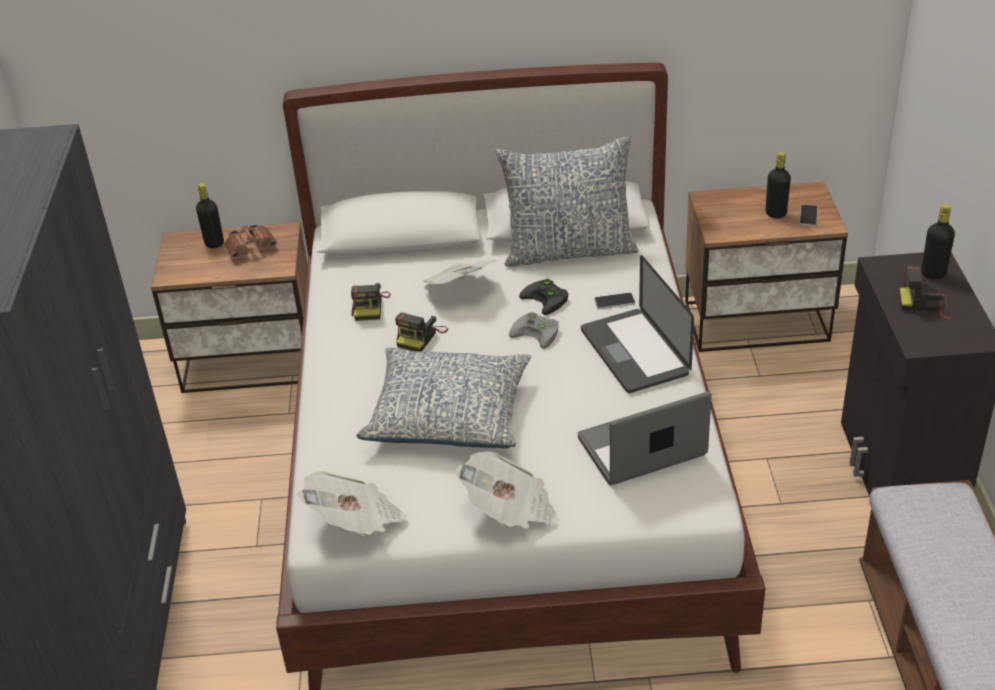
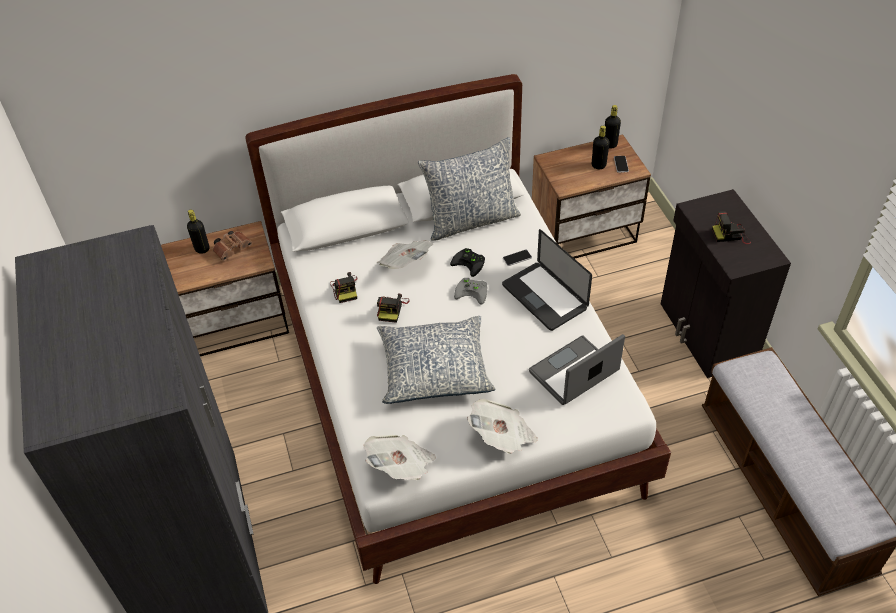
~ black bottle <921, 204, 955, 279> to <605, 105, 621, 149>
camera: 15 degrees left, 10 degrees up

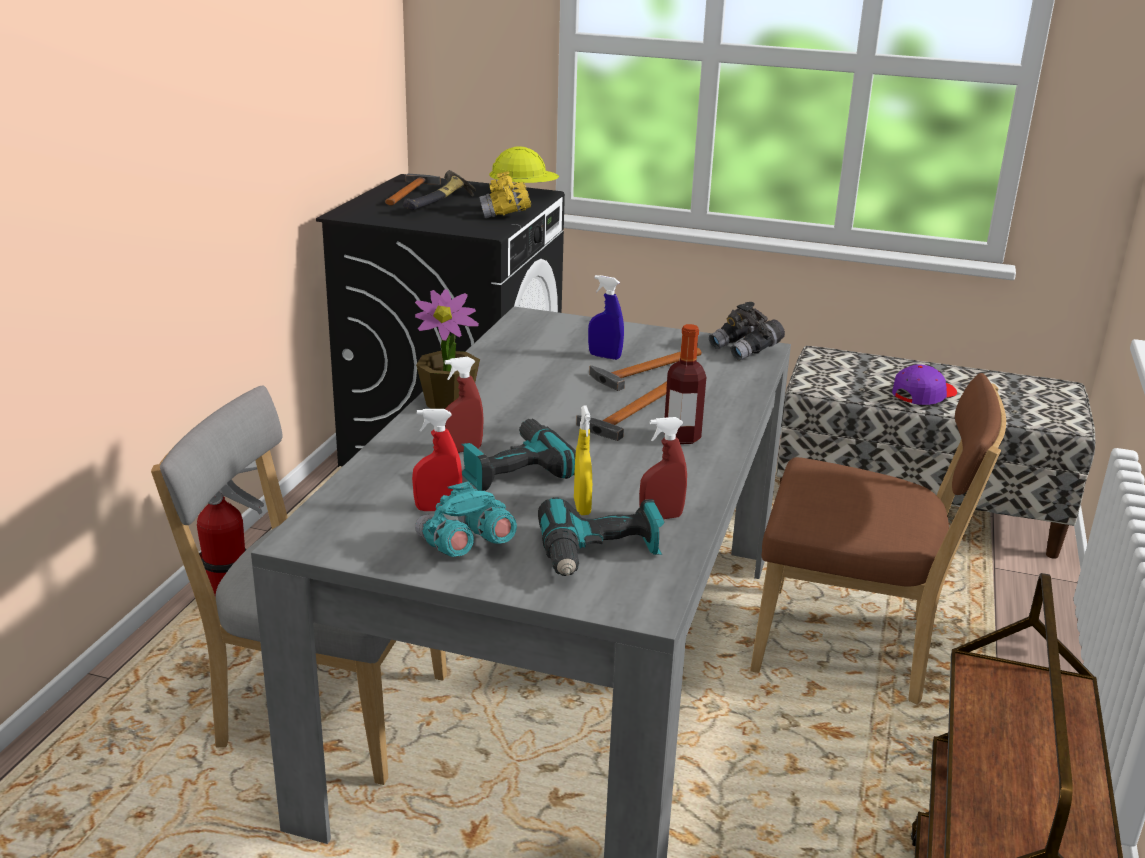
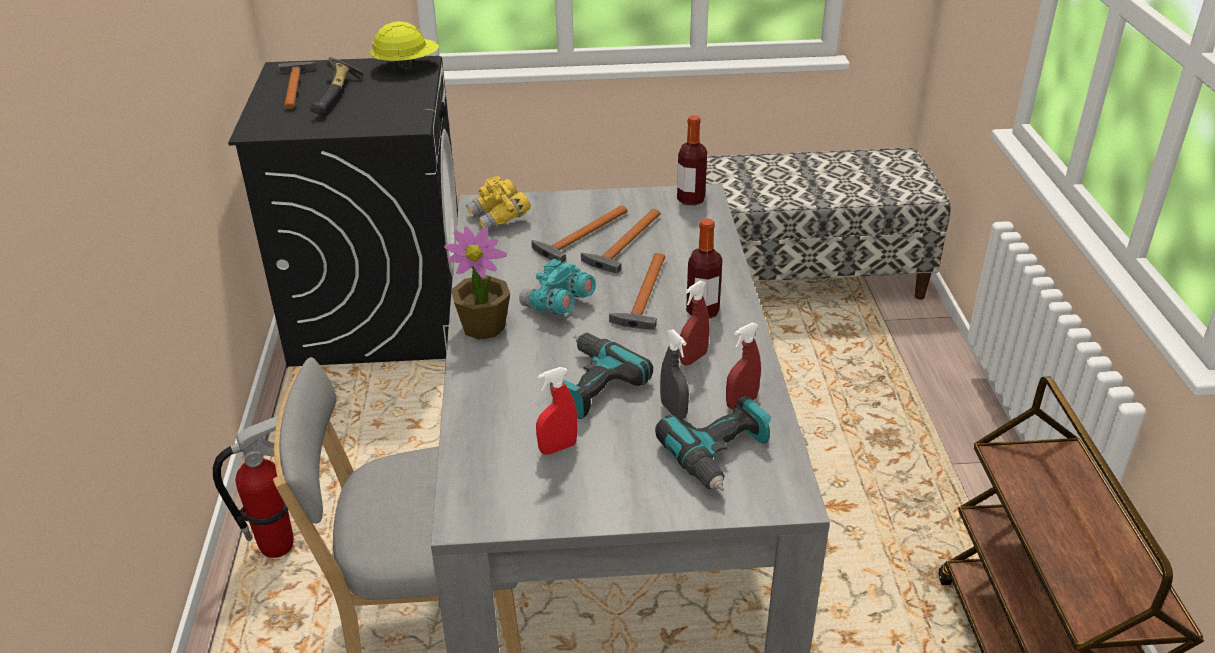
~ yellow binoculars <479, 171, 531, 218> to <466, 176, 531, 231>
~ turquoise binoculars <415, 482, 517, 557> to <519, 259, 596, 314>
~ blue spray bottle <588, 275, 624, 360> to hammer <531, 205, 627, 263>
~ yellow spray bottle <574, 405, 592, 515> to grey spray bottle <660, 329, 689, 419>
~ grey binoculars <709, 302, 785, 361> to bottle <677, 115, 707, 206>
~ red spray bottle <444, 357, 484, 453> to <679, 281, 710, 365>
- brown chair <750, 373, 1006, 705>
- purple cap <892, 365, 957, 405>
camera: 20 degrees left, 10 degrees up

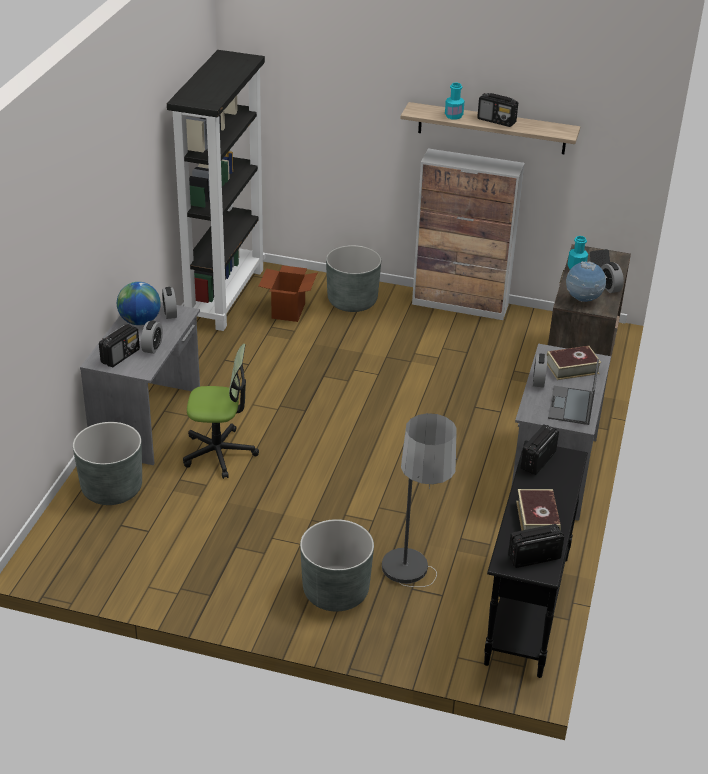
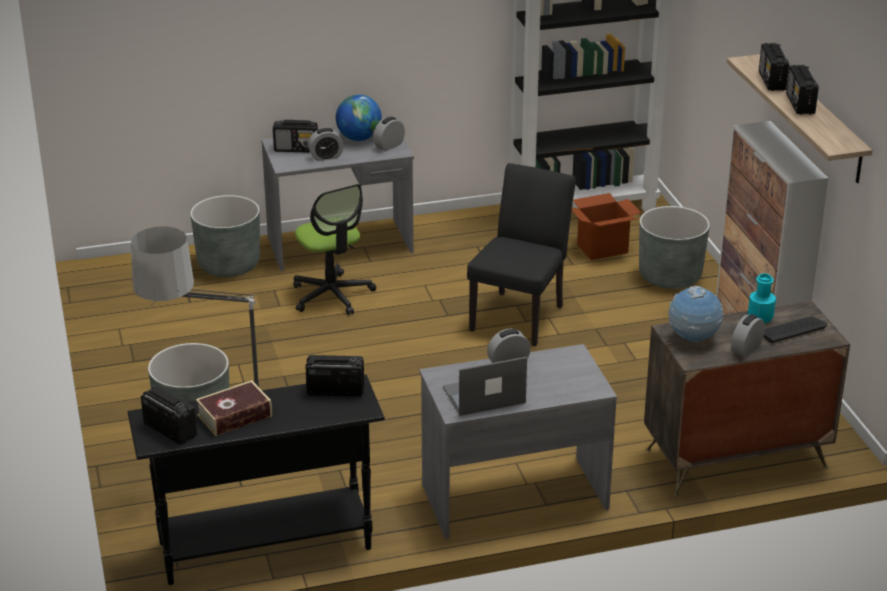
+ black chair <467, 163, 576, 346>
~ turquoise bottle <445, 83, 464, 120> to radio <759, 43, 789, 91>
- book <547, 346, 601, 380>
camera: 60 degrees right, 5 degrees down

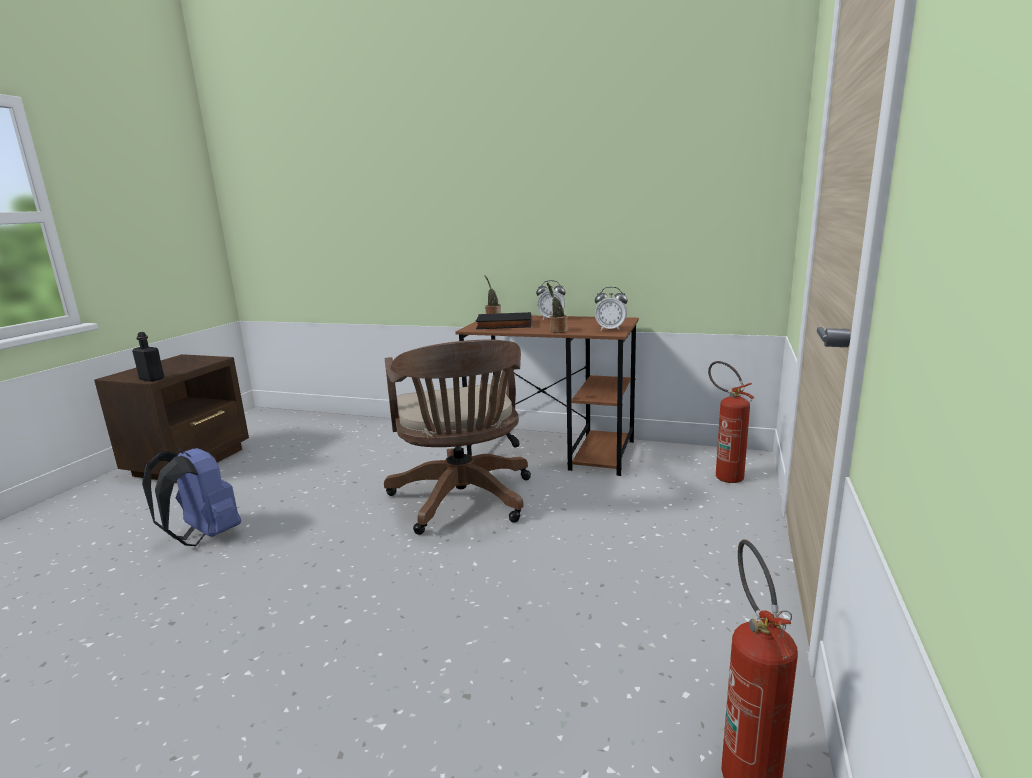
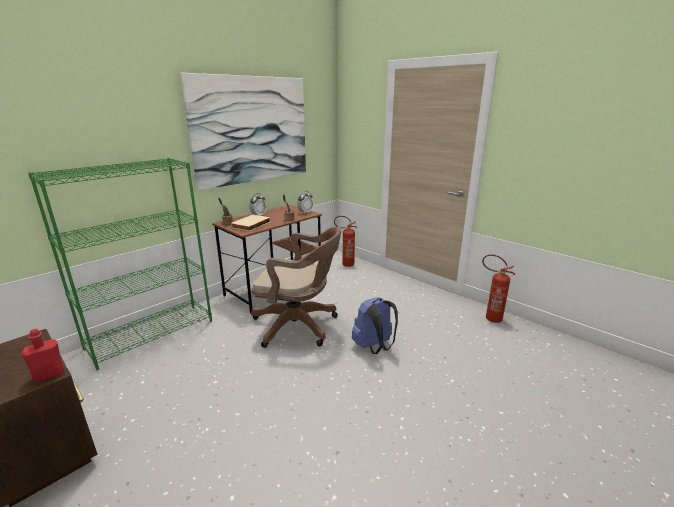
~ black bottle <132, 332, 164, 381> to red bottle <22, 329, 65, 383>
+ green bookcase <28, 158, 212, 370>
+ picture <180, 73, 306, 190>
~ black book <475, 312, 531, 329> to beige book <231, 214, 270, 231>
~ blue backpack <142, 447, 241, 546> to <352, 297, 398, 354>
camera: 65 degrees left, 5 degrees up

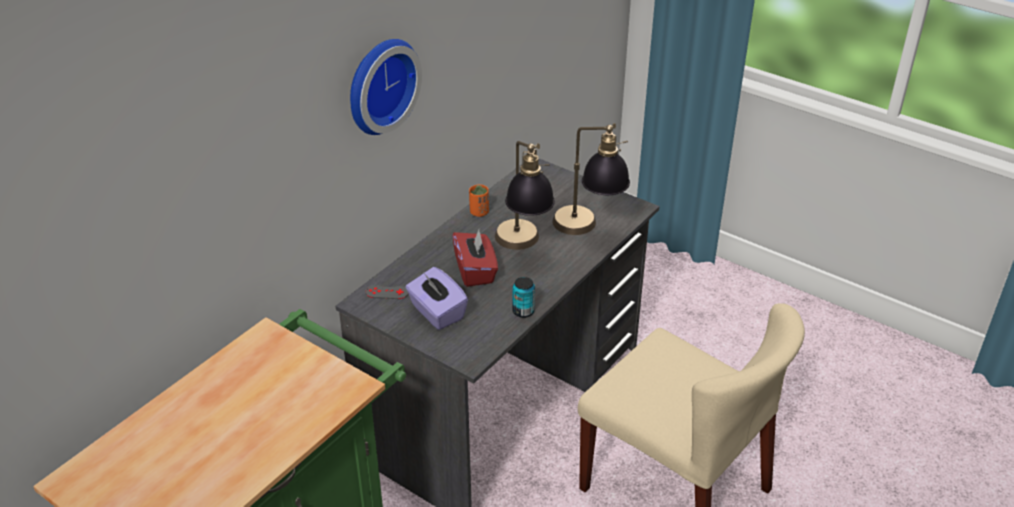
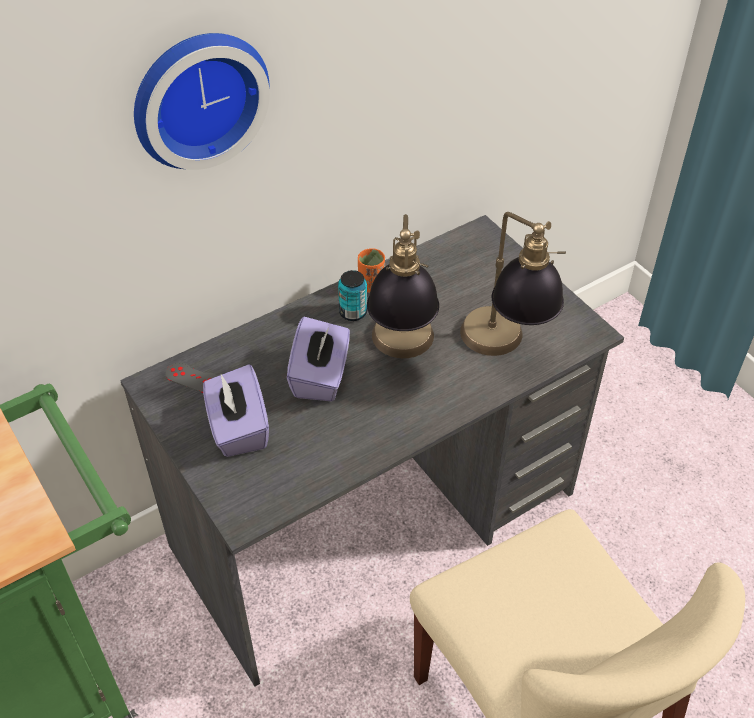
~ red tissue box <452, 230, 498, 287> to purple tissue box <287, 317, 350, 402>
~ can <512, 277, 535, 318> to <338, 270, 367, 321>
camera: 20 degrees right, 10 degrees up

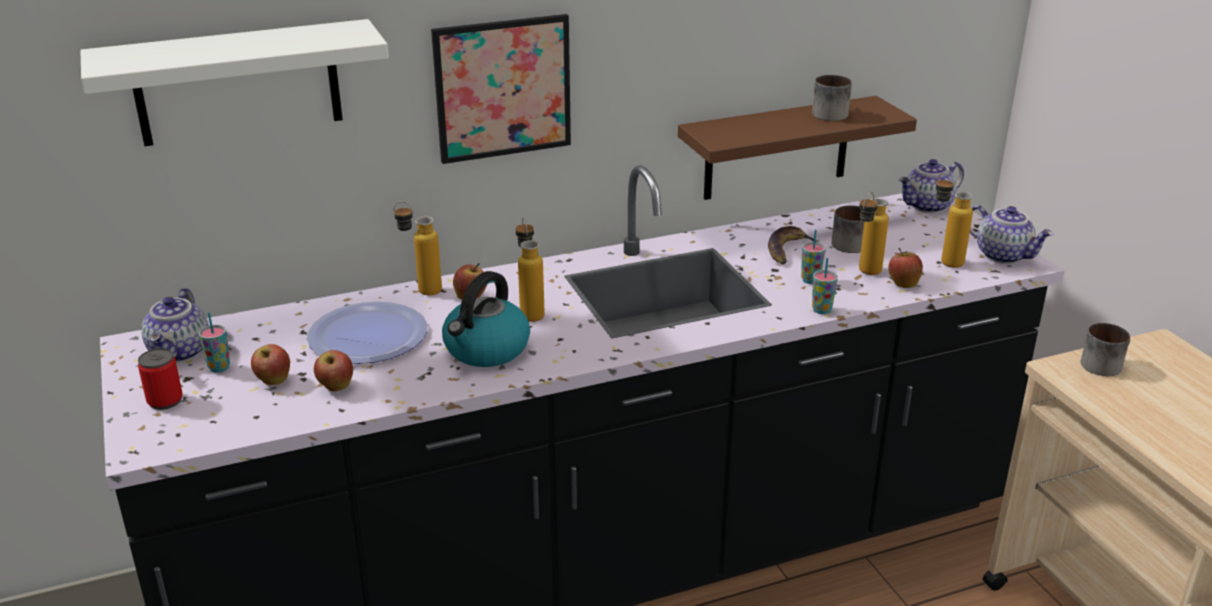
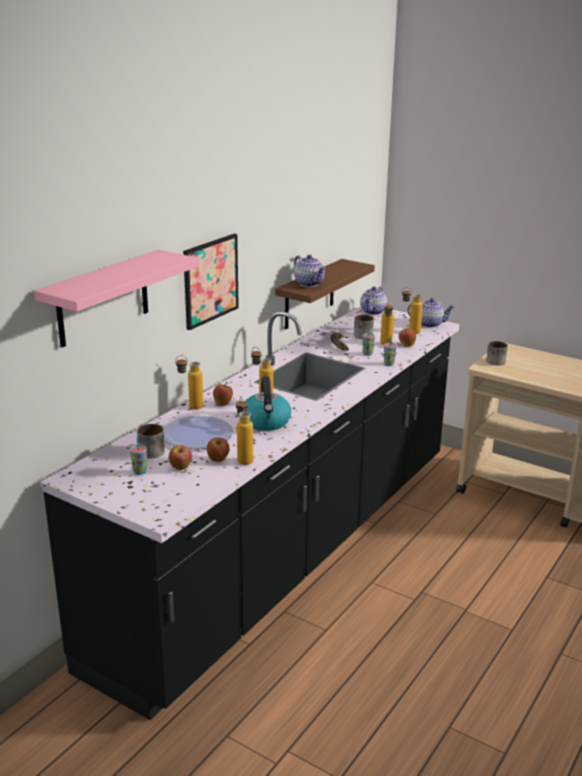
~ white shelf <80, 19, 389, 146> to pink shelf <34, 249, 199, 347>
~ mug <812, 75, 852, 121> to <137, 424, 165, 459>
+ bottle <236, 396, 253, 465>
~ teapot <141, 288, 209, 363> to <294, 255, 325, 287>
- can <138, 348, 183, 410>
camera: 35 degrees left, 5 degrees down

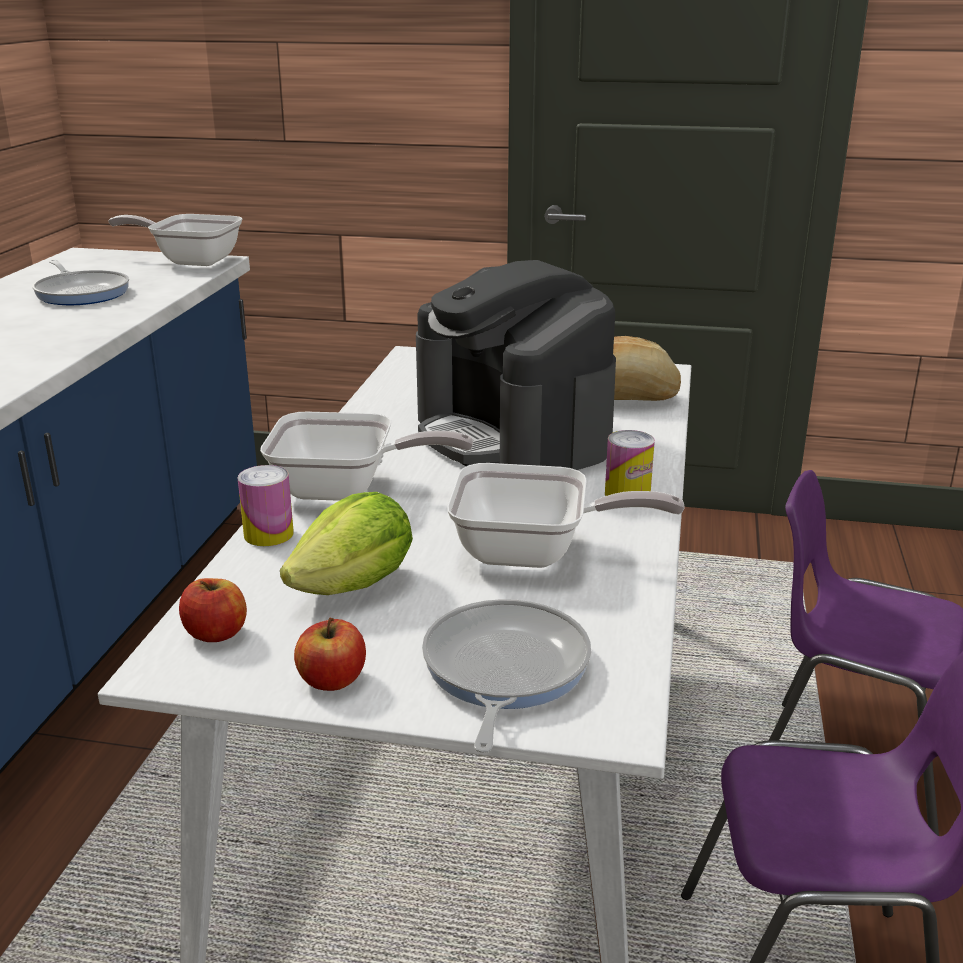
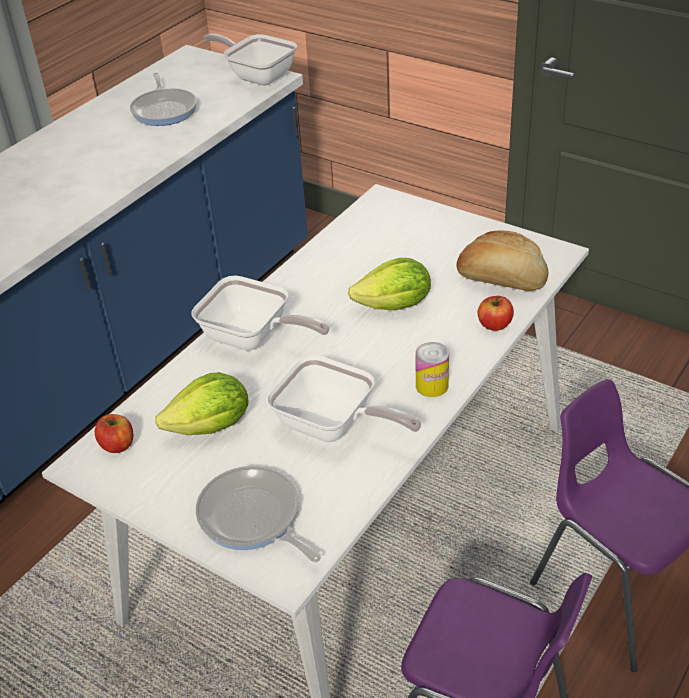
~ frying pan <422, 599, 591, 753> = <196, 466, 321, 563> 75 degrees counterclockwise
~ coffee machine <416, 260, 616, 470> to lettuce <348, 258, 431, 310>
~ apple <294, 618, 366, 691> to <478, 296, 513, 331>
- can <238, 465, 294, 546>
camera: 25 degrees right, 15 degrees up

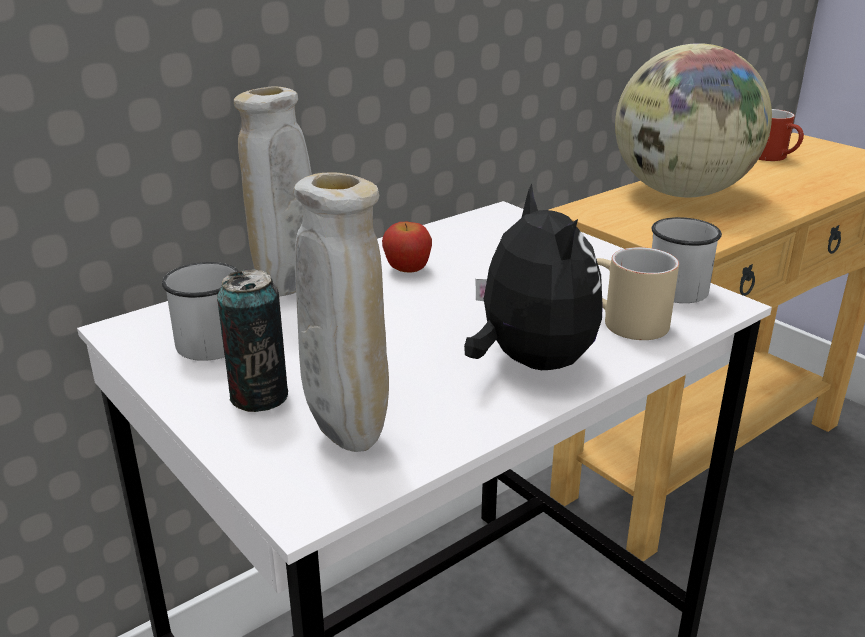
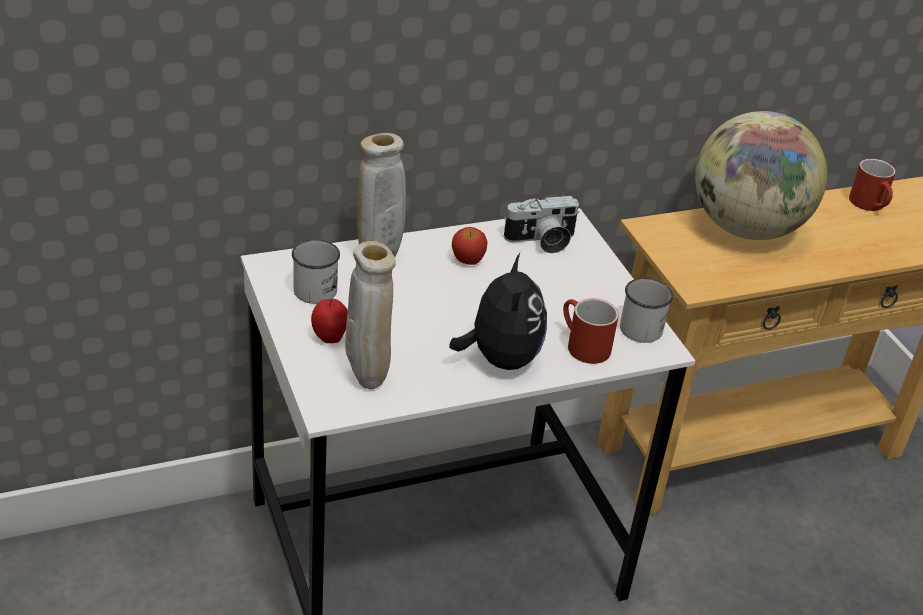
~ can <217, 269, 288, 412> to apple <311, 299, 348, 343>
+ photo camera <503, 196, 579, 253>
~ beige mug <596, 247, 679, 340> to red mug <563, 298, 619, 364>
camera: 15 degrees right, 10 degrees up

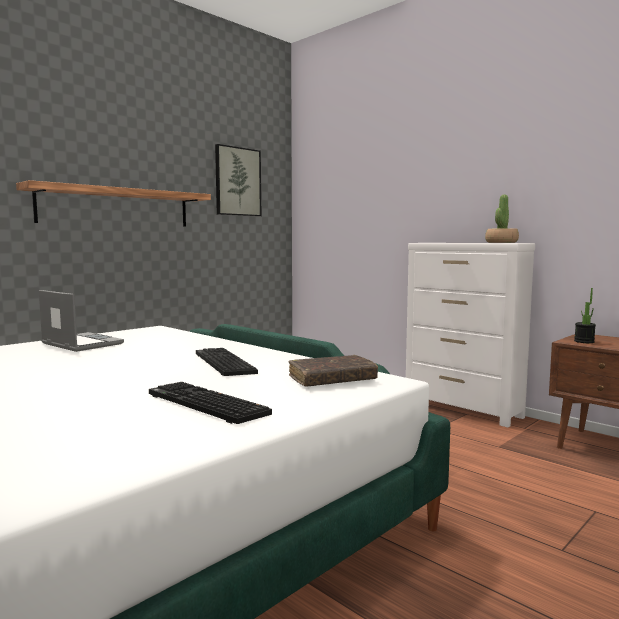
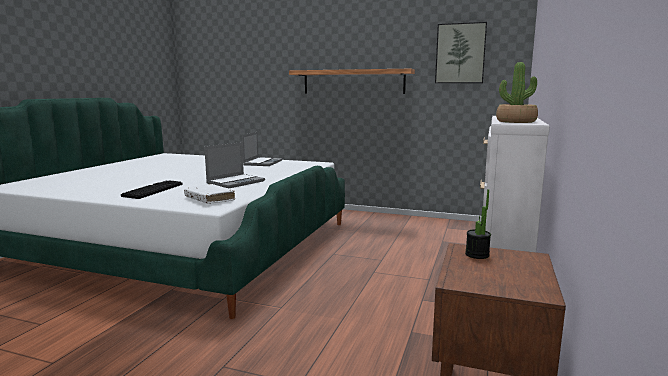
~ brown book <289, 355, 378, 387> to white book <184, 184, 235, 204>
~ keyboard <196, 348, 258, 376> to laptop <204, 142, 265, 188>
camera: 65 degrees right, 5 degrees up

